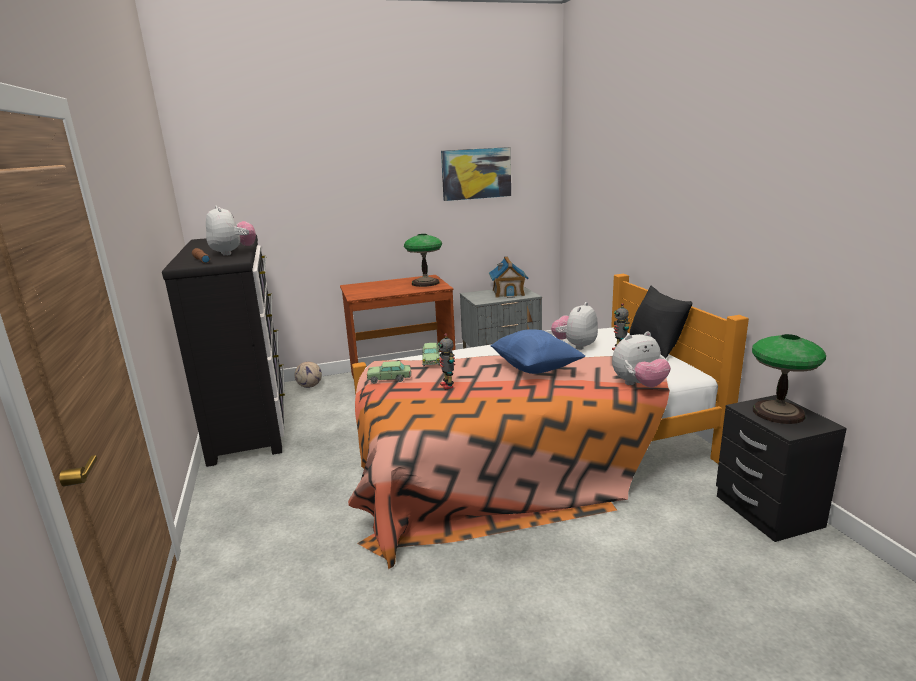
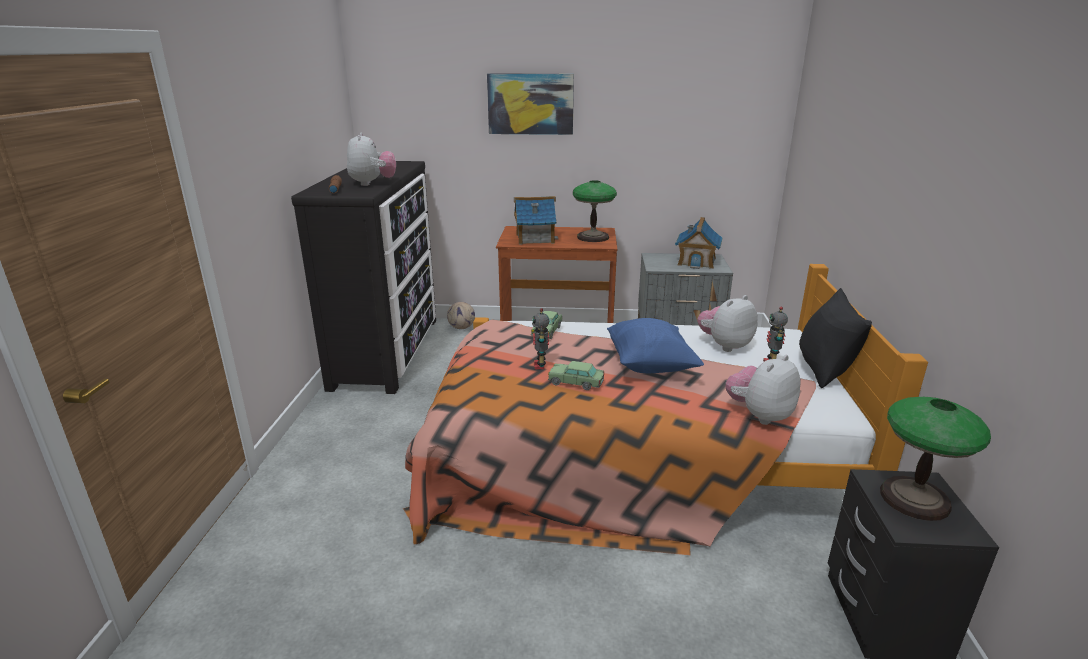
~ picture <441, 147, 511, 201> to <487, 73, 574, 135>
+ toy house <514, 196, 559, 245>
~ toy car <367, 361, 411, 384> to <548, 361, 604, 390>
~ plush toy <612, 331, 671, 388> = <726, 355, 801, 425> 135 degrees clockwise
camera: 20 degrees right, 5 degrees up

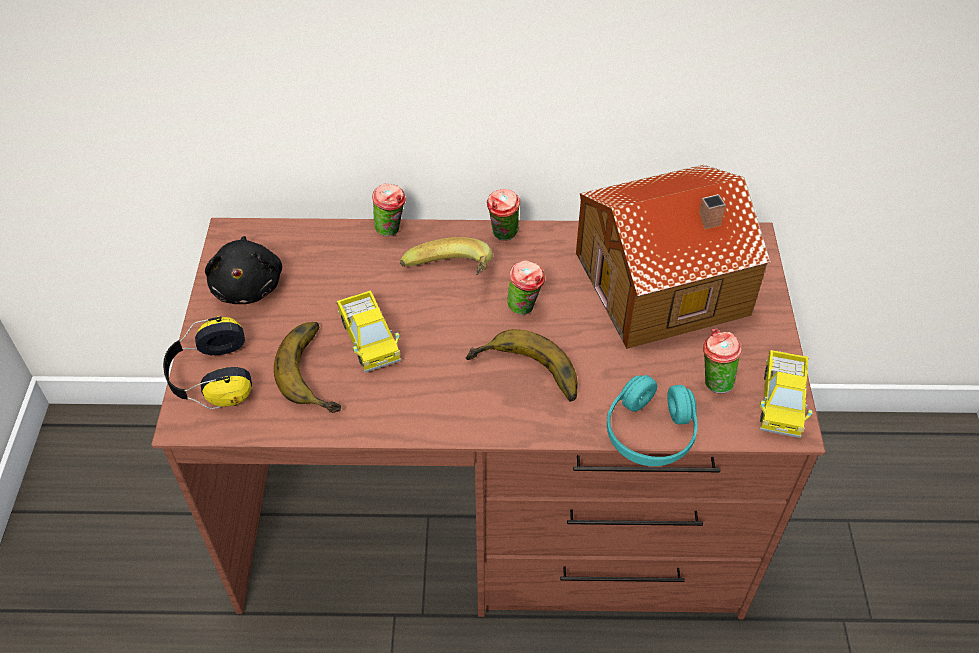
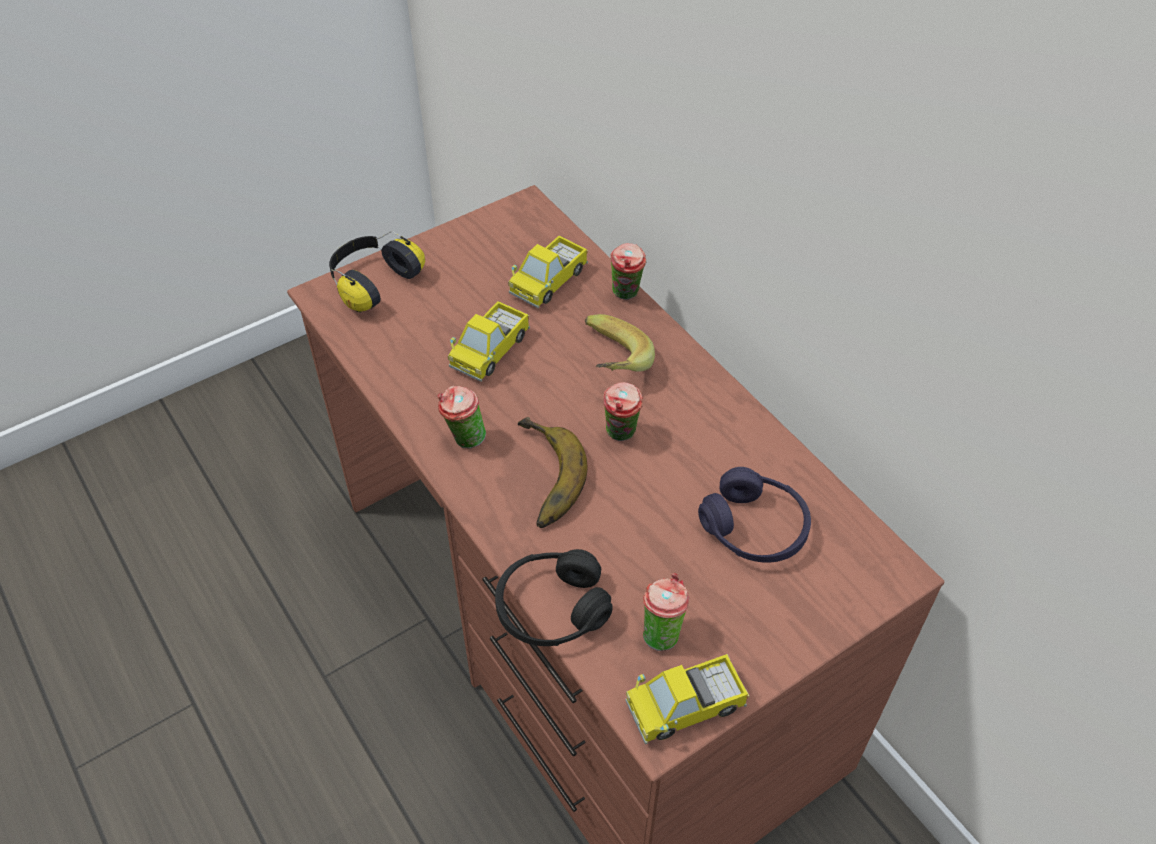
~ cup <487, 189, 521, 241> to <437, 385, 486, 449>
~ turquoise headphones <607, 375, 697, 466> to black headphones <495, 549, 613, 646>
+ toy truck <508, 236, 588, 308>
~ toy house <576, 165, 771, 349> to purple headphones <698, 467, 811, 563>
- black plush toy <205, 236, 282, 304>
- banana <274, 322, 341, 413>
camera: 55 degrees right, 0 degrees up

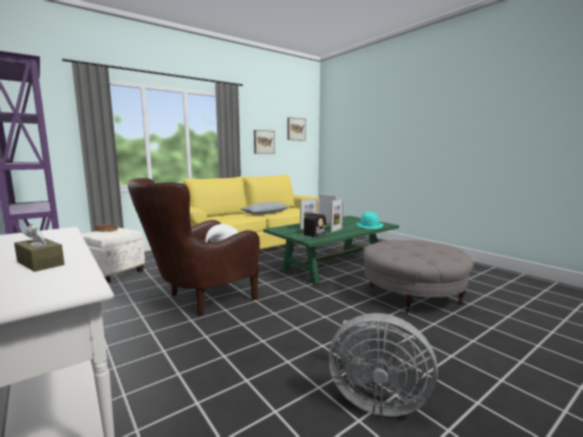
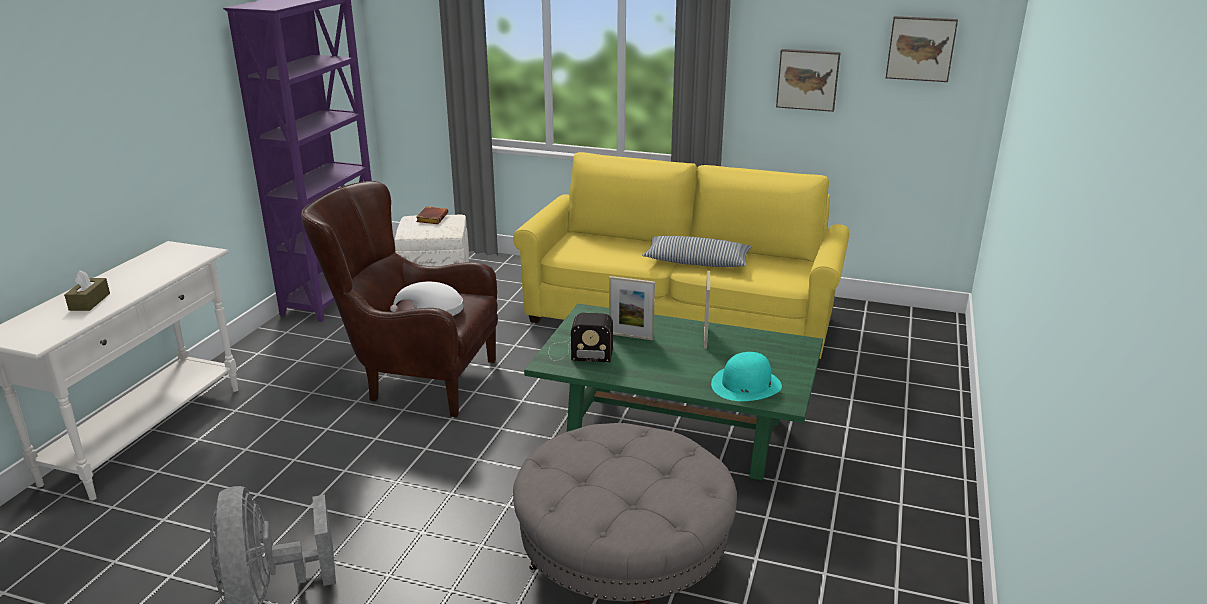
- picture frame <330, 199, 343, 232>
camera: 55 degrees right, 15 degrees up

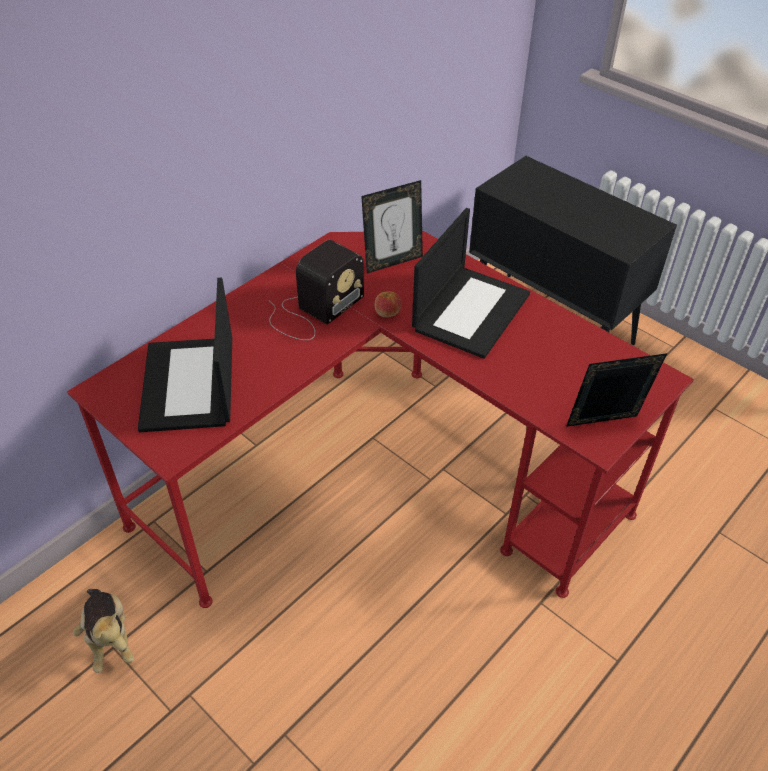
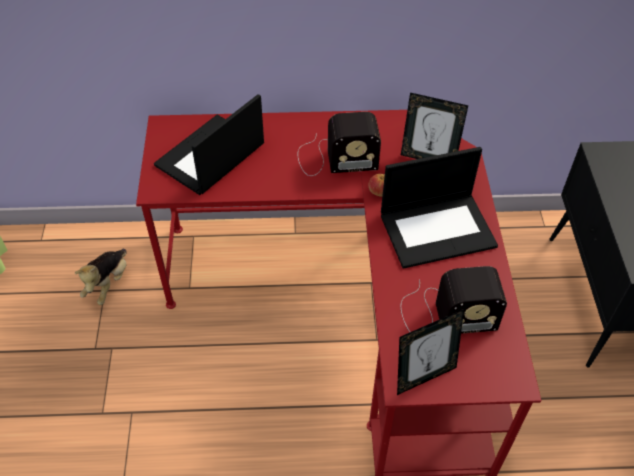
~ picture frame <566, 353, 667, 427> = <397, 309, 464, 395> 120 degrees clockwise
+ radio <401, 266, 507, 334>
camera: 45 degrees right, 5 degrees up

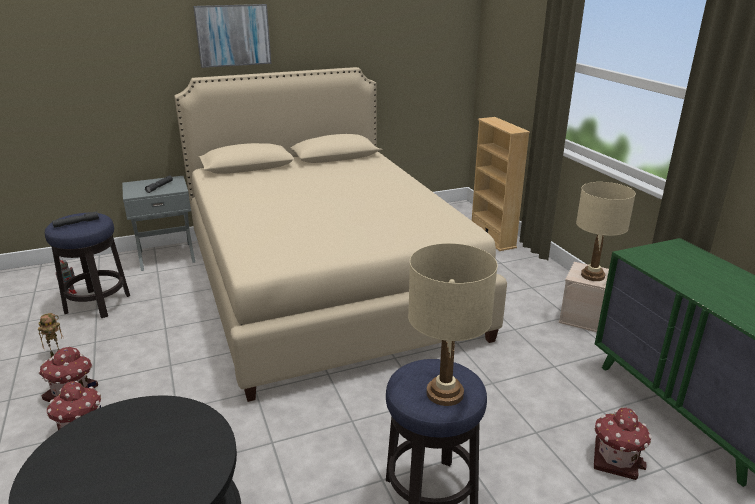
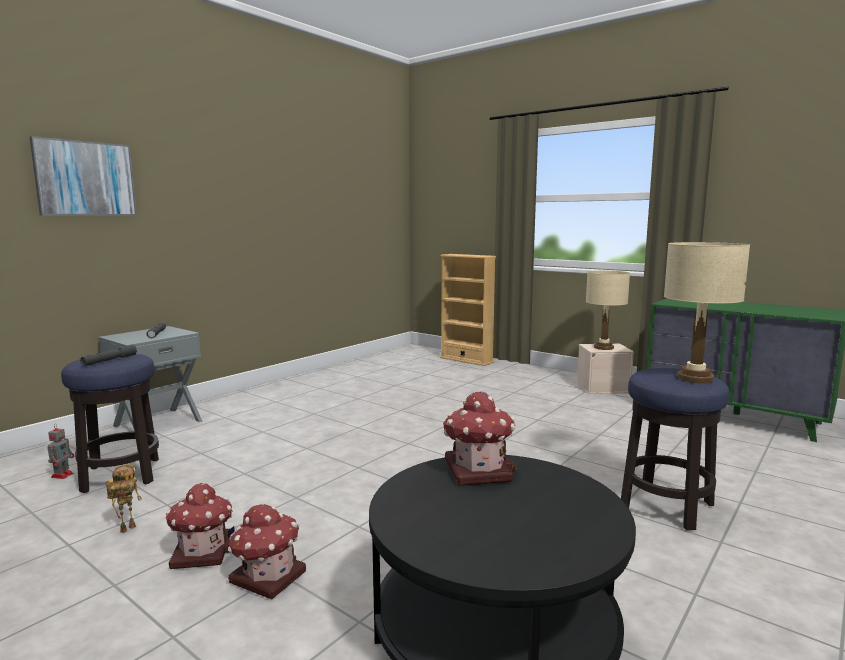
~ picture <193, 4, 271, 68> to <29, 136, 137, 216>
~ toy house <594, 408, 652, 480> to <443, 391, 517, 486>
- beige bed <174, 67, 507, 402>
camera: 30 degrees left, 15 degrees down

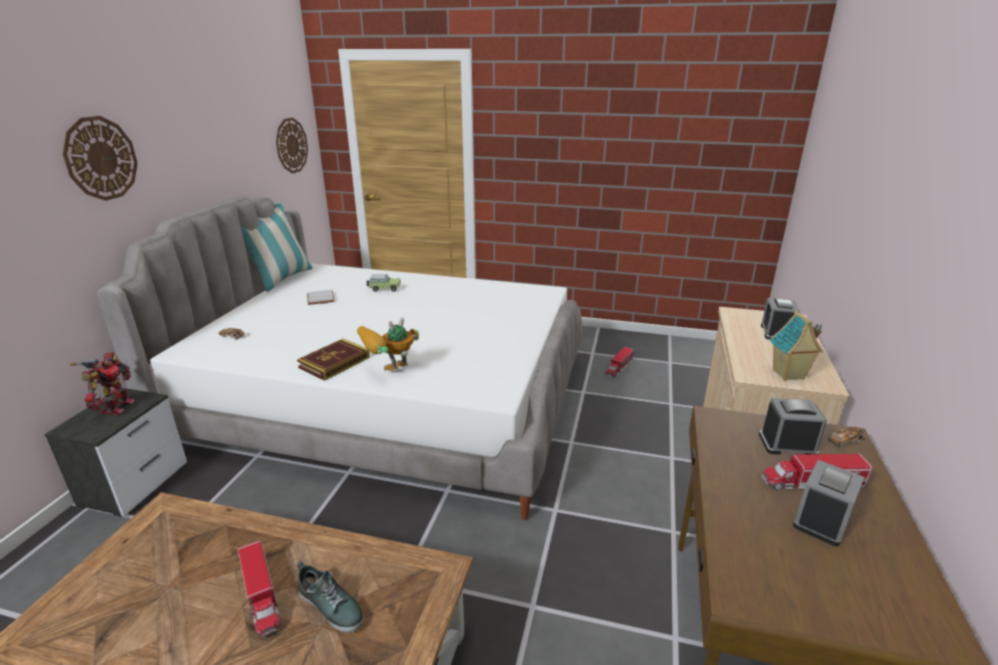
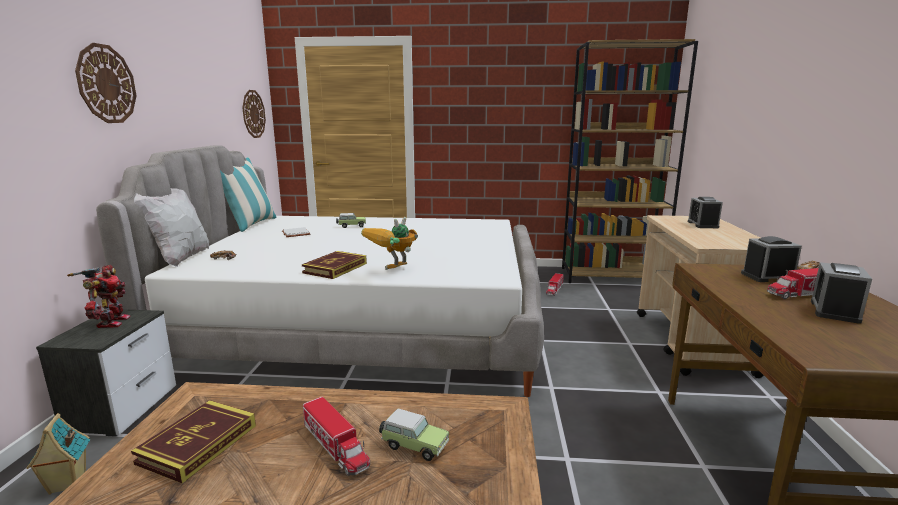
~ toy house <770, 311, 823, 381> to <26, 413, 90, 495>
+ book <131, 400, 256, 483>
+ white pillow <134, 188, 209, 267>
~ shoe <297, 561, 364, 633> to toy car <379, 409, 449, 461>
+ brown bookcase <562, 39, 698, 283>
camera: 10 degrees left, 10 degrees down

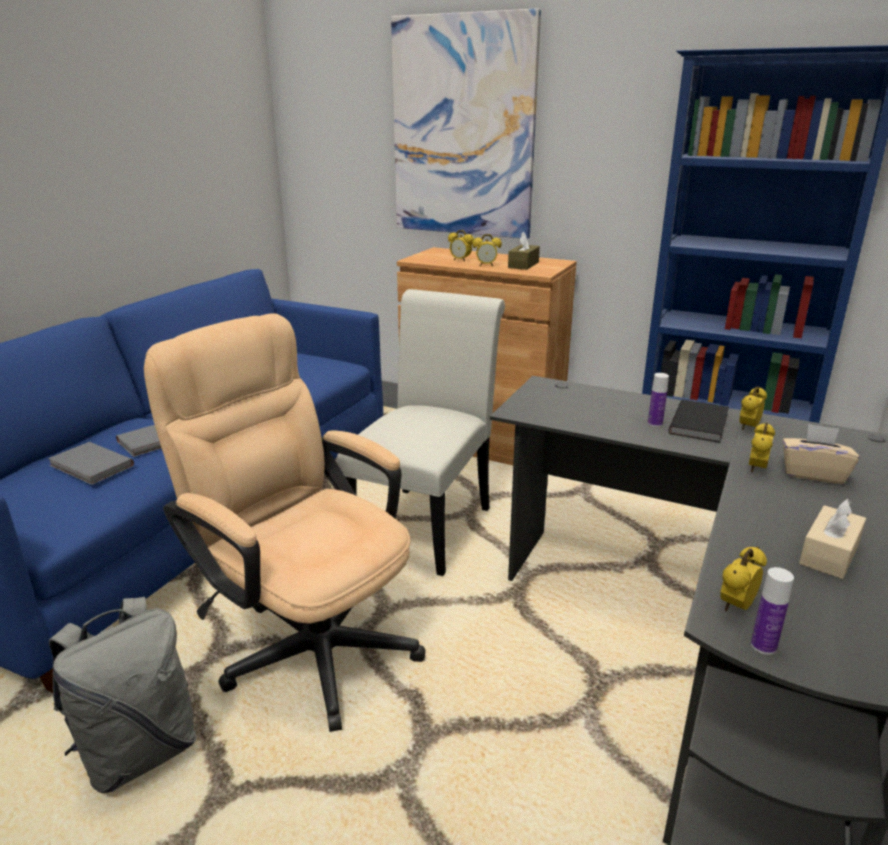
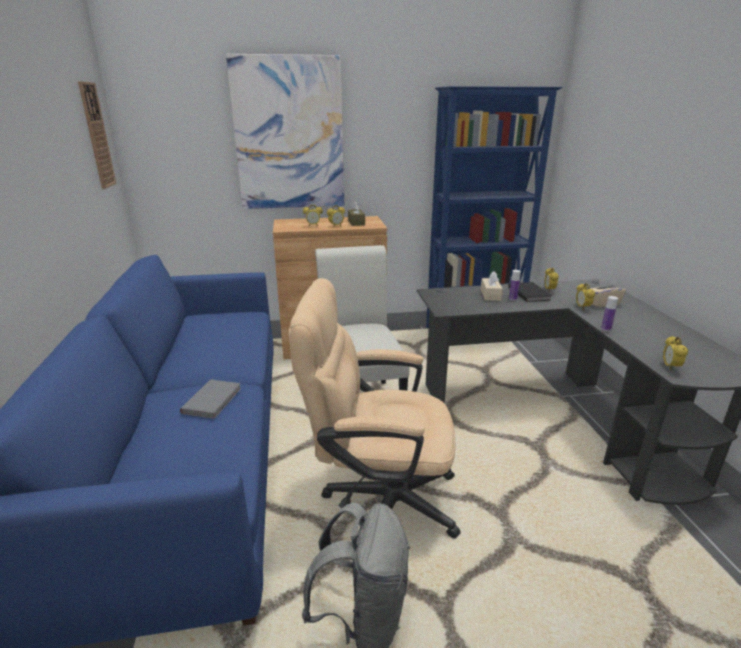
+ wall clock <78, 81, 116, 189>
~ beige tissue box <799, 499, 866, 579> to <481, 271, 503, 301>
~ bottle <751, 567, 794, 655> to <601, 296, 618, 331>
- grey book <48, 442, 134, 485>
camera: 35 degrees left, 0 degrees up

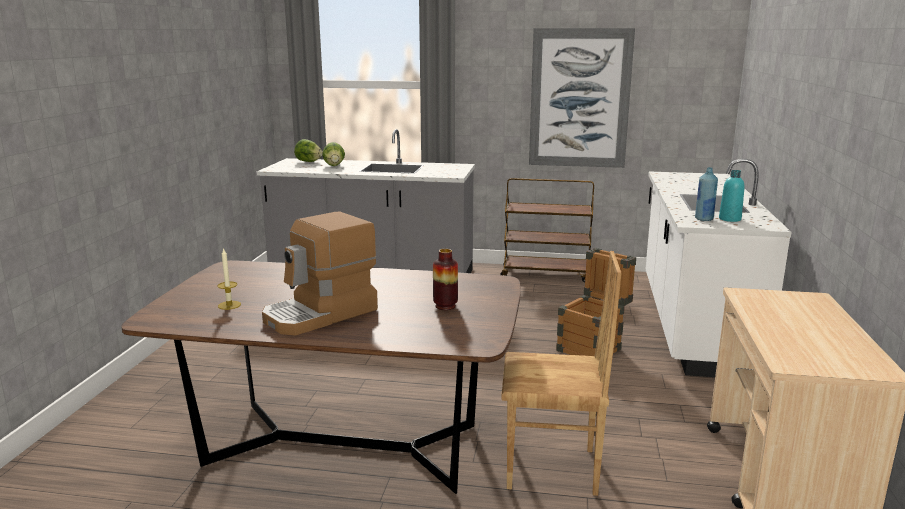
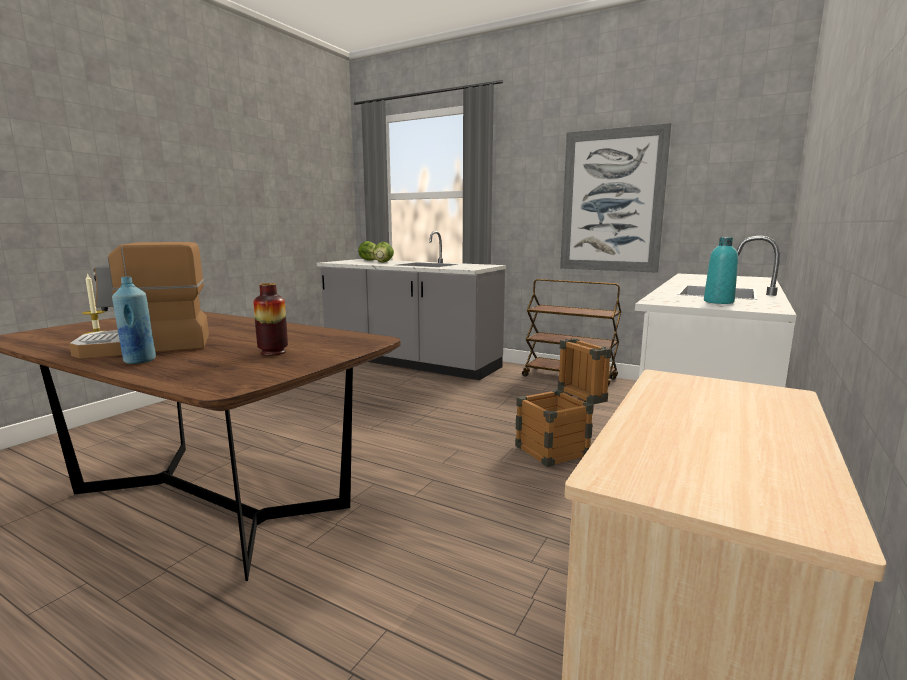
~ blue bottle <695, 167, 718, 221> to <112, 276, 156, 364>
- brown chair <501, 251, 622, 496>
camera: 20 degrees right, 5 degrees down

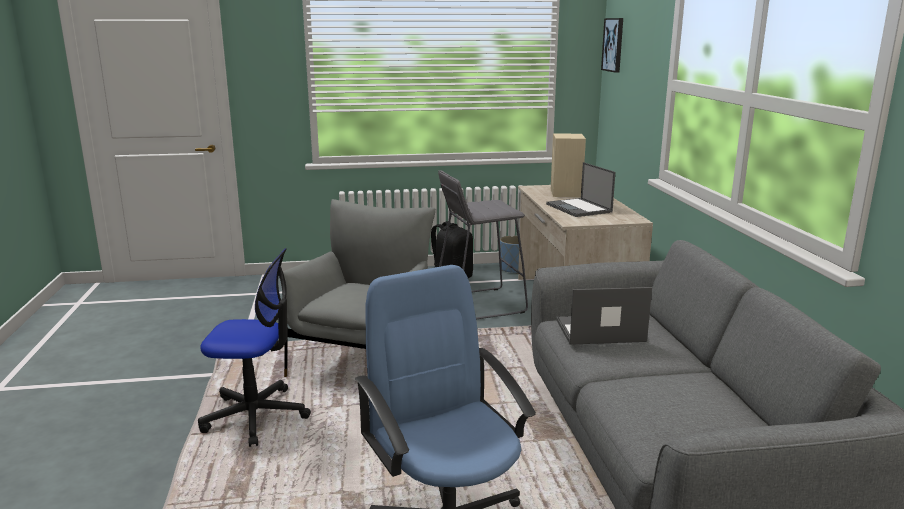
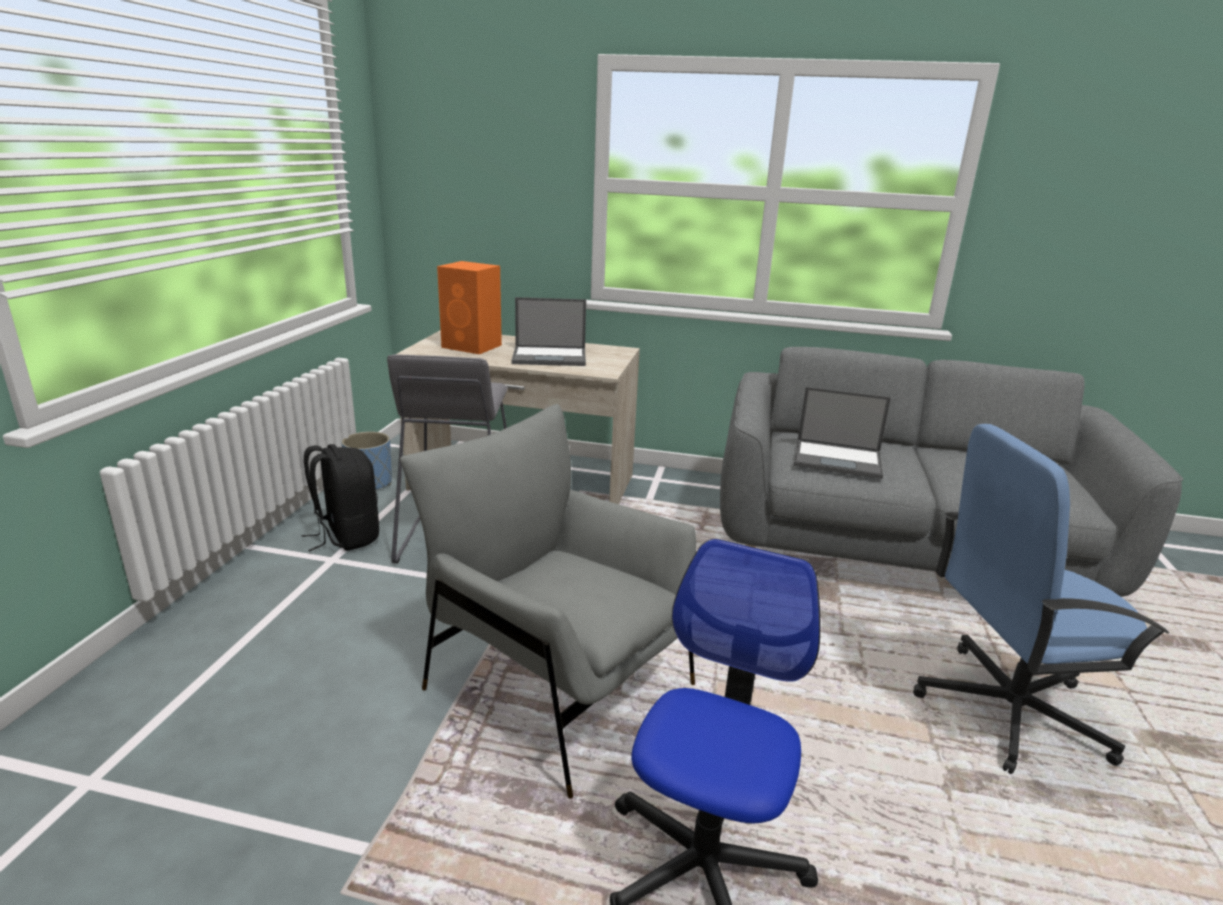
~ beige speaker <551, 133, 586, 197> to orange speaker <437, 261, 502, 354>
~ laptop <556, 287, 652, 345> = <794, 387, 891, 479> 90 degrees counterclockwise
- picture <601, 18, 623, 73>
camera: 70 degrees left, 5 degrees up

